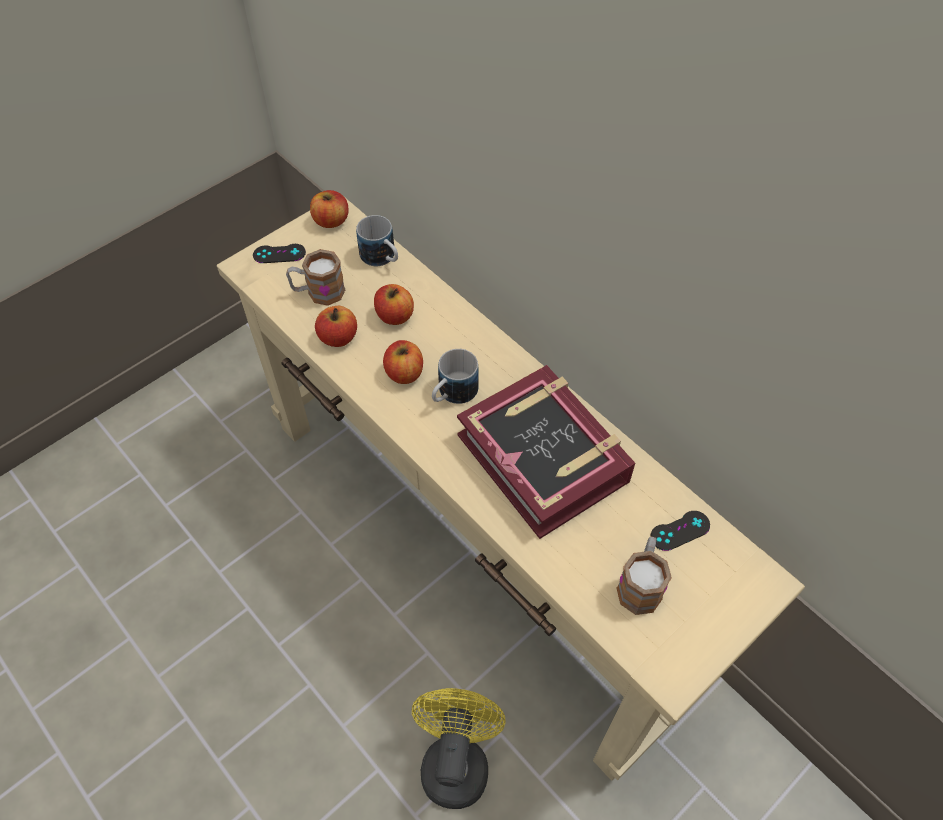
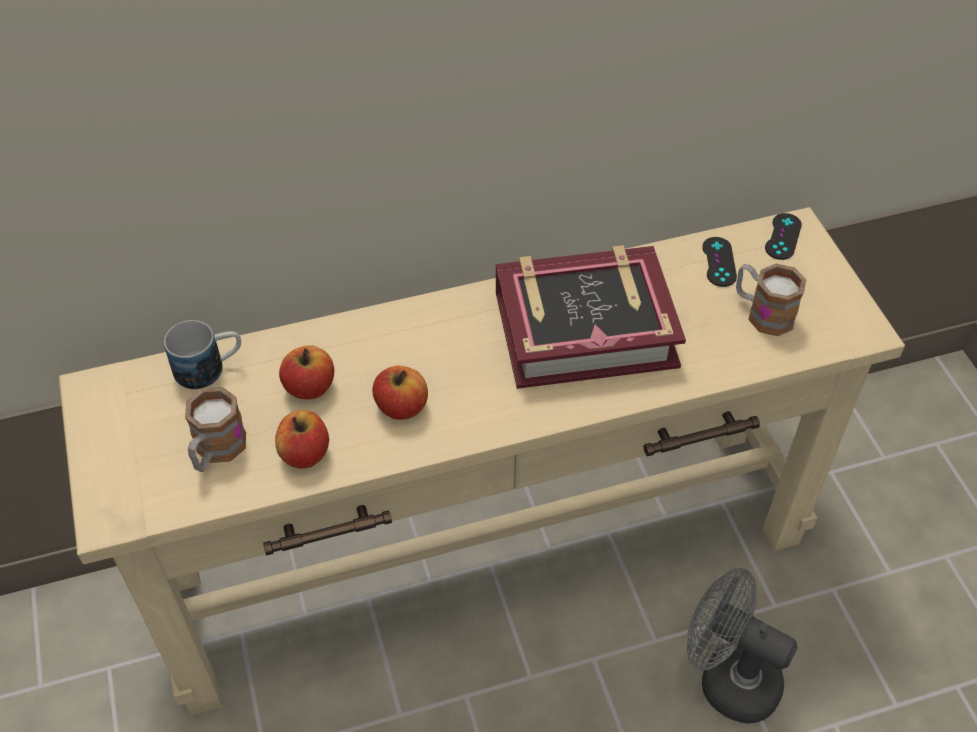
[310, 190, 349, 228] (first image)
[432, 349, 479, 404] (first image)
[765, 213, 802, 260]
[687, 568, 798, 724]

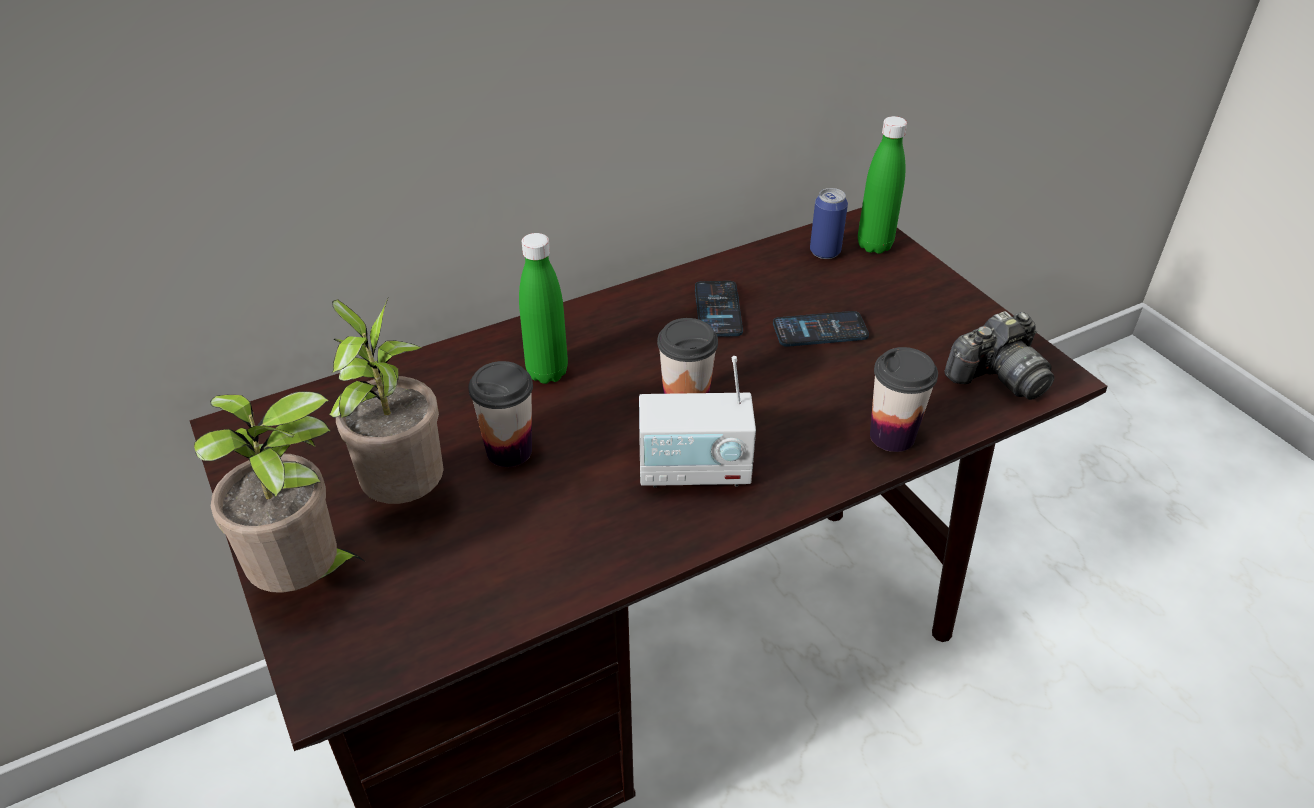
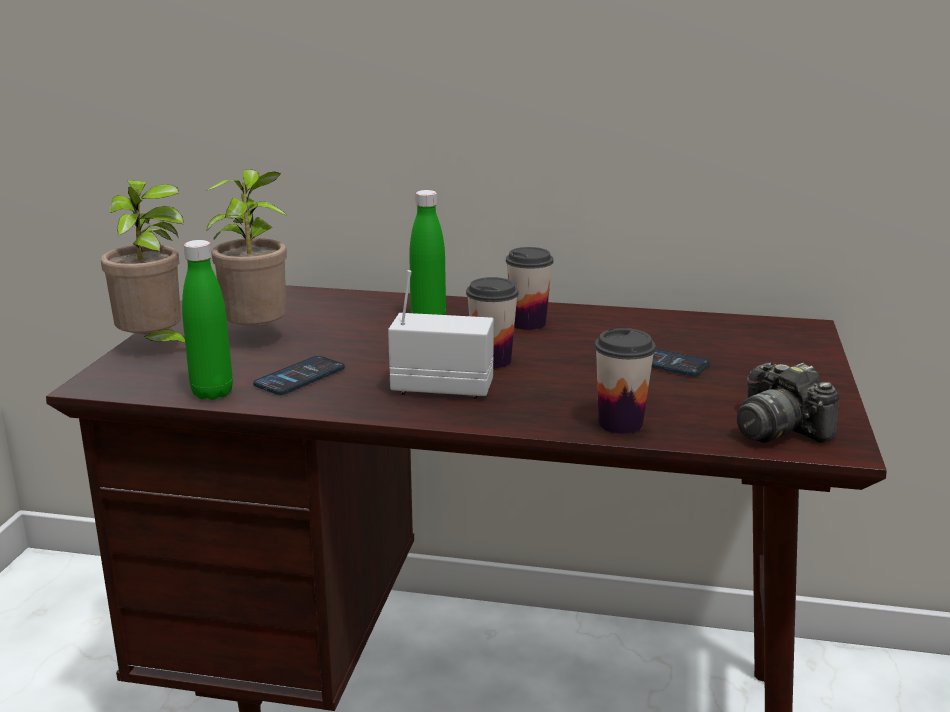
[810, 188, 848, 259] (first image)
[506, 247, 554, 330]
[253, 356, 345, 395]
[182, 240, 233, 400]
[388, 270, 494, 399]
[737, 363, 839, 443]

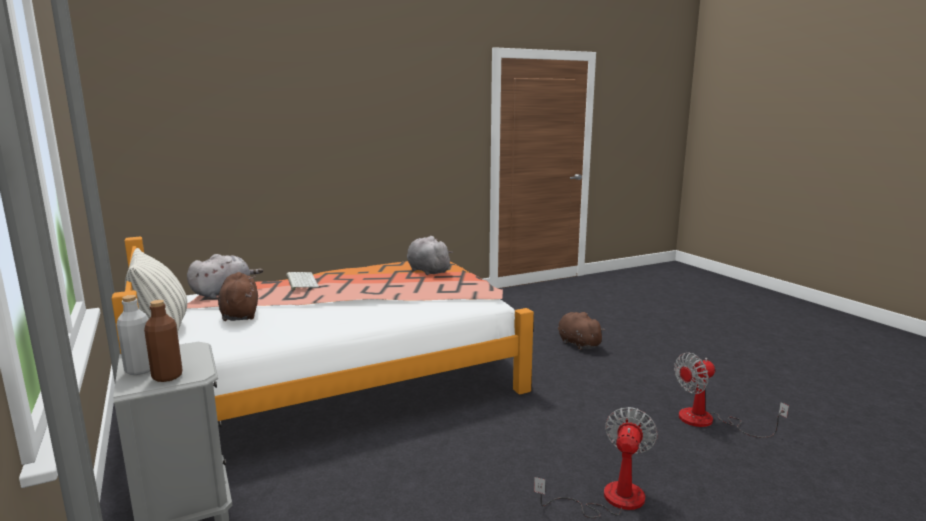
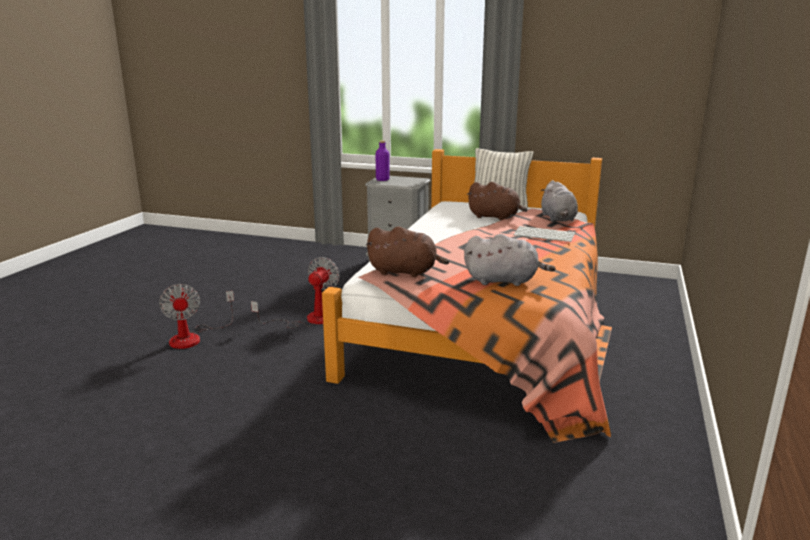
[117, 295, 150, 375] (first image)
[366, 226, 449, 277]
[251, 257, 340, 328]
[376, 141, 390, 181]

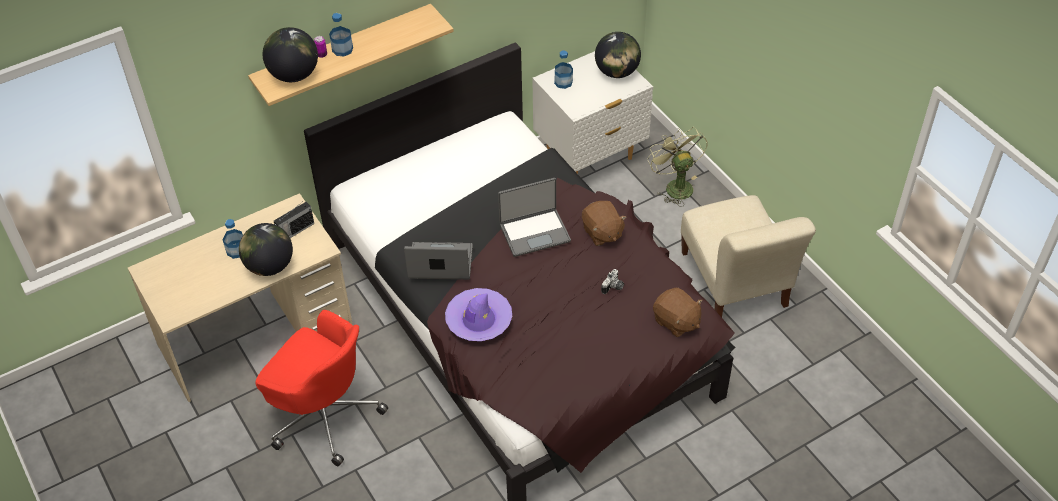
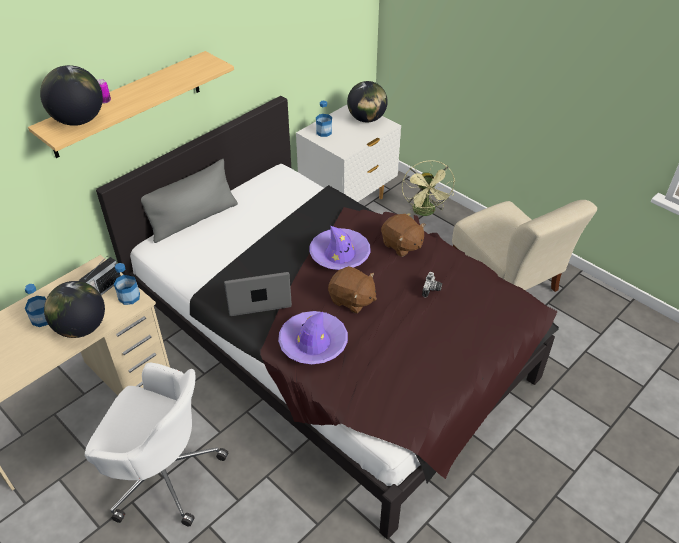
[141, 159, 238, 243]
[114, 263, 140, 305]
[328, 266, 377, 314]
[309, 226, 371, 270]
[85, 363, 228, 526]
[402, 160, 455, 216]

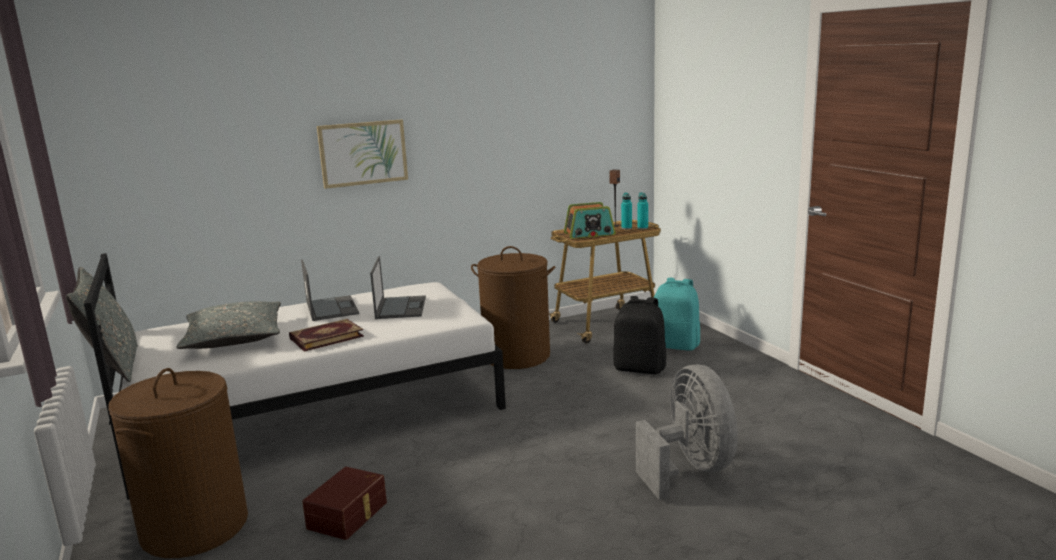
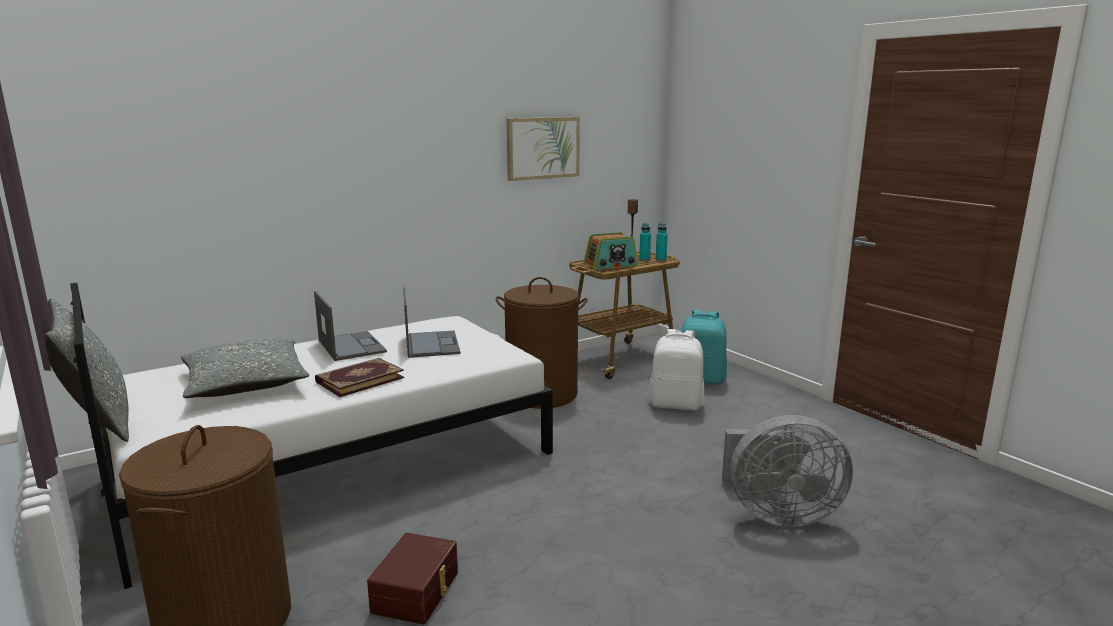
[507, 117, 580, 181]
[649, 329, 704, 410]
[722, 415, 853, 527]

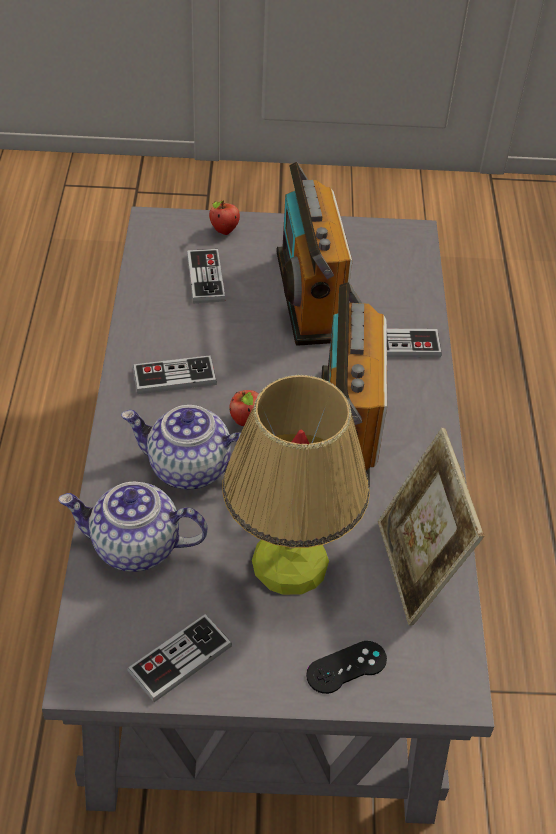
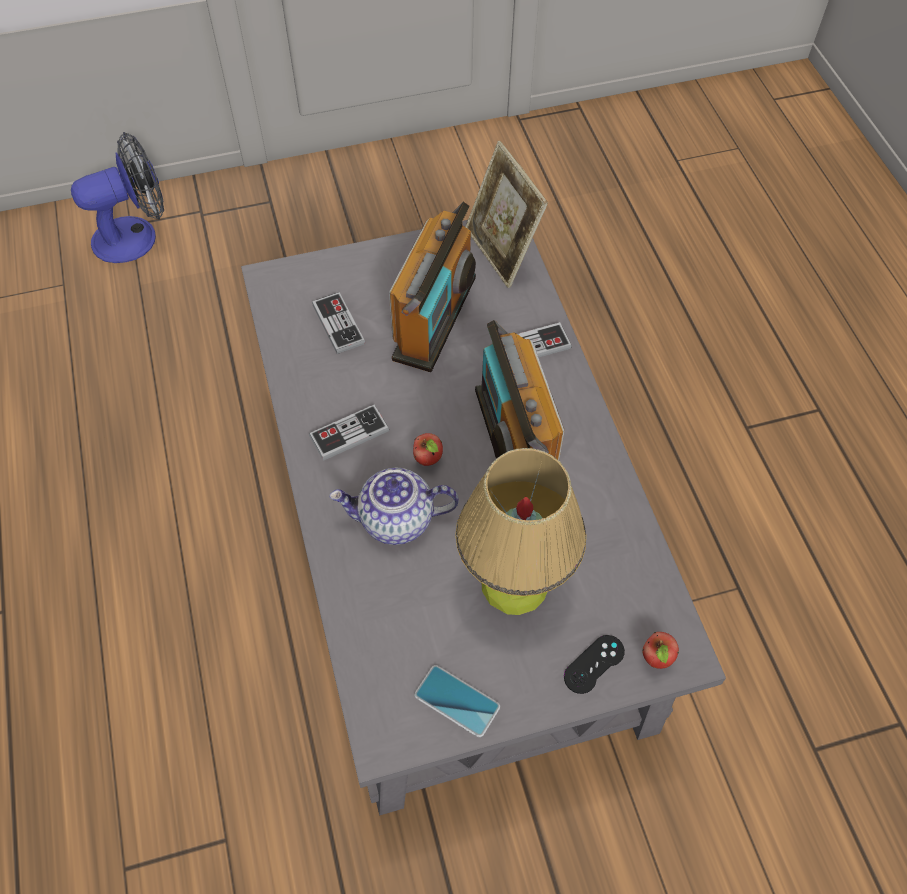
[58, 481, 208, 572] (first image)
[71, 132, 164, 263]
[642, 632, 679, 669]
[465, 141, 548, 288]
[414, 665, 500, 737]
[389, 201, 476, 372]

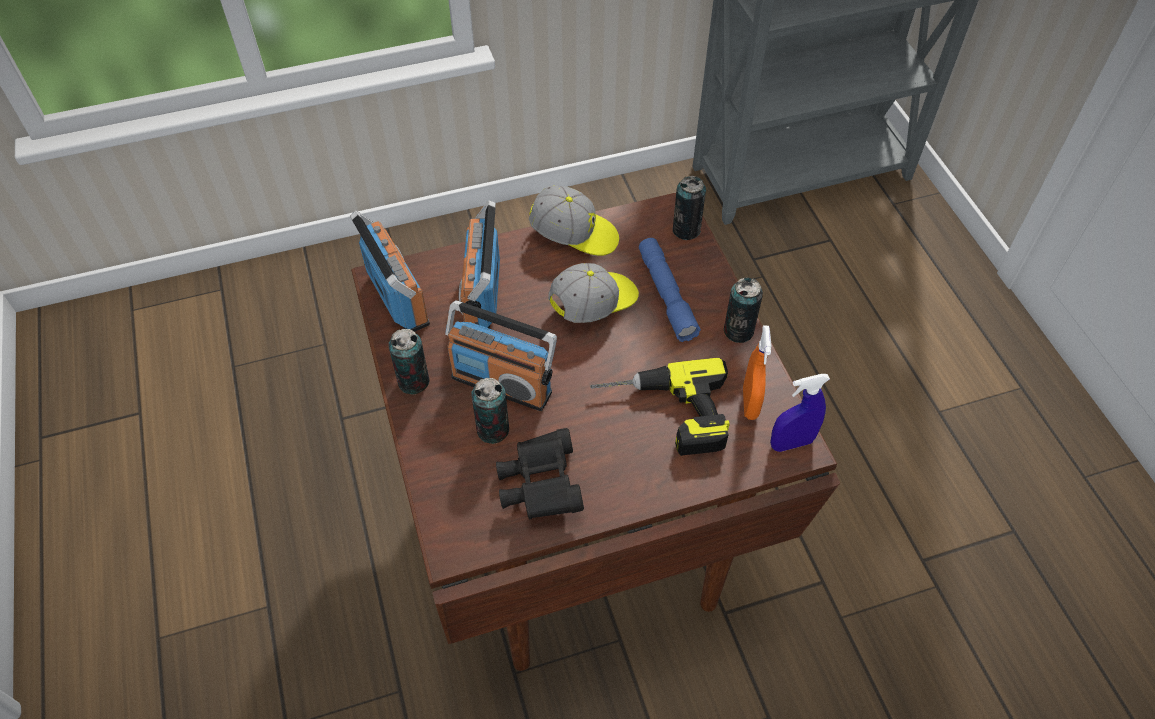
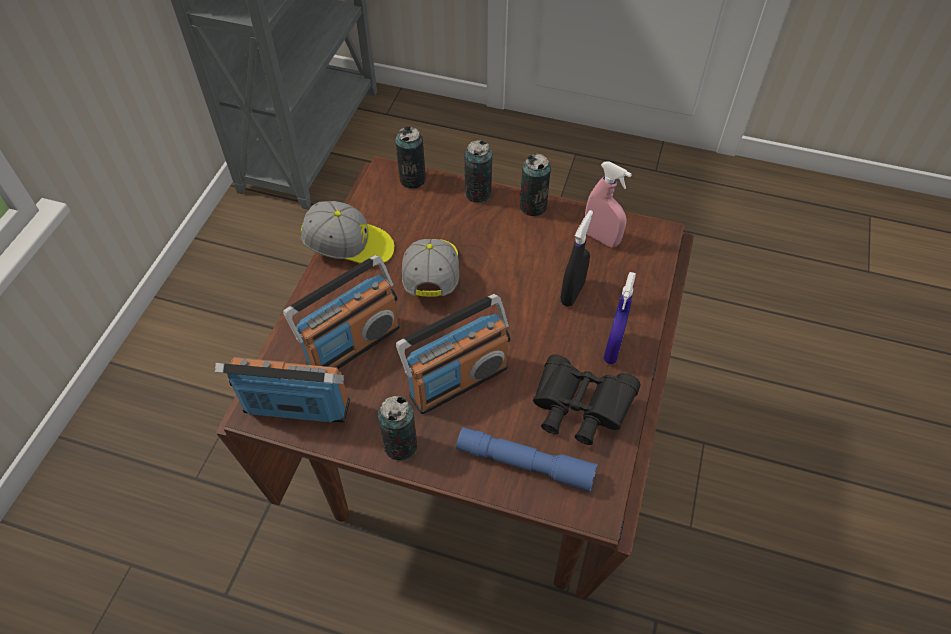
[464, 140, 492, 203]
[456, 427, 598, 492]
[603, 272, 636, 364]
[561, 210, 593, 306]
[585, 162, 632, 247]
[283, 255, 400, 369]
[301, 201, 394, 265]

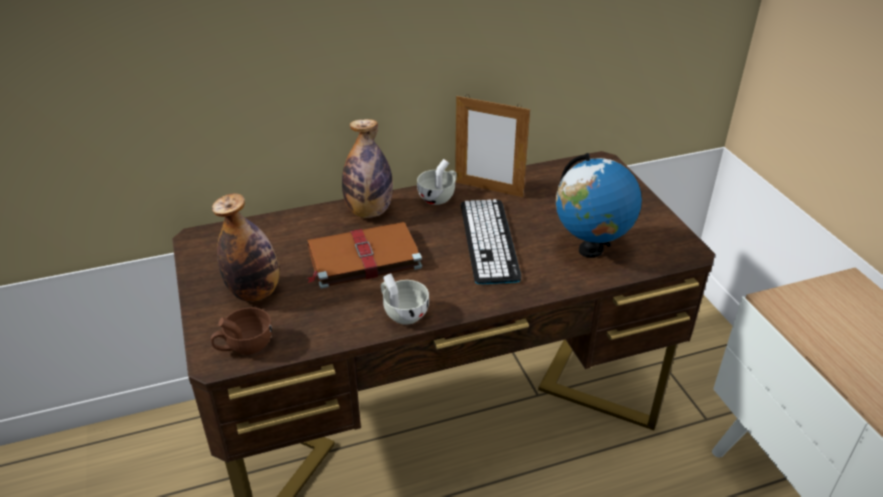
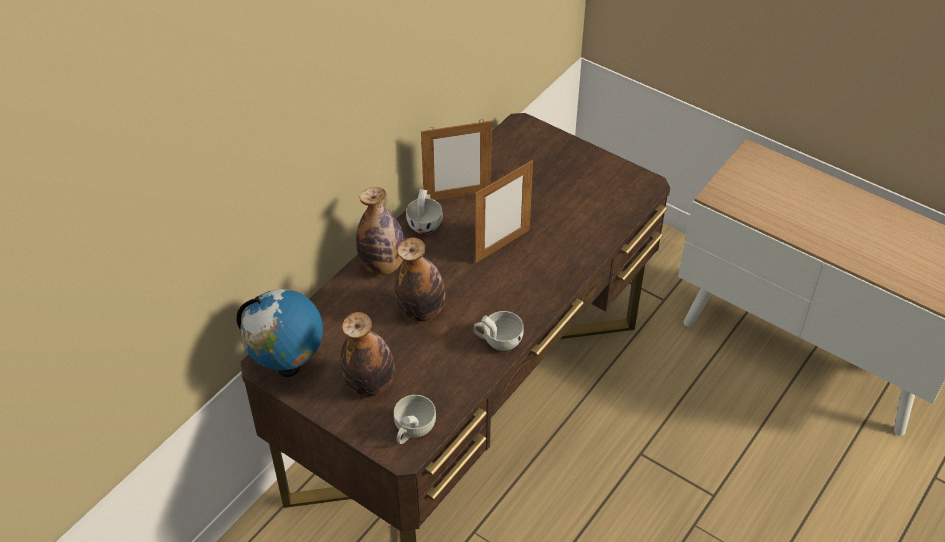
[237, 289, 323, 377]
[394, 238, 445, 322]
[475, 160, 533, 263]
[394, 395, 436, 444]

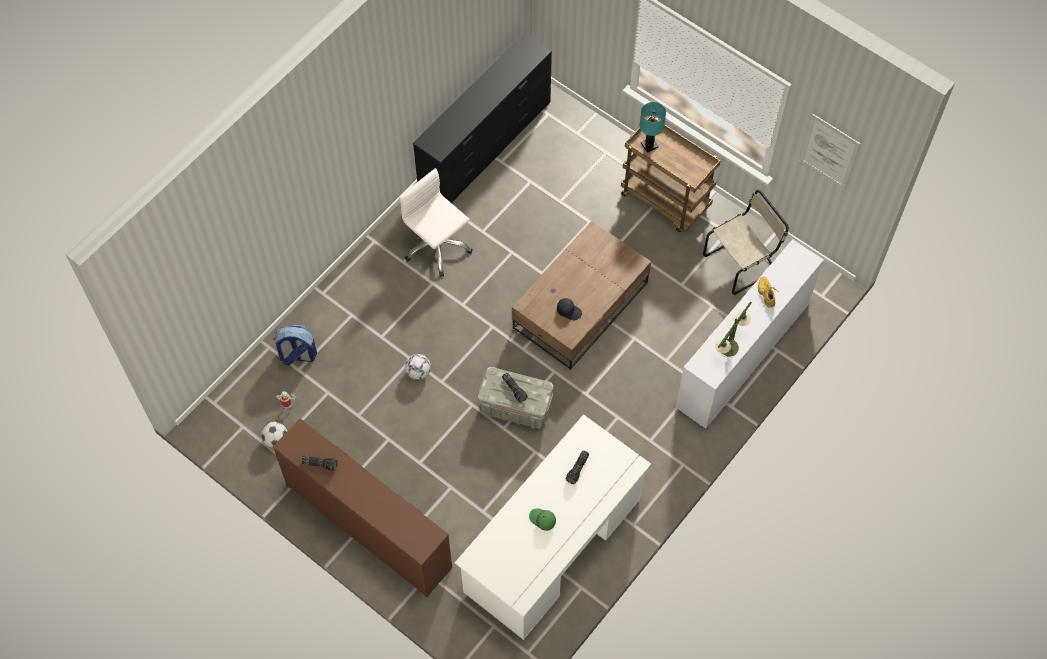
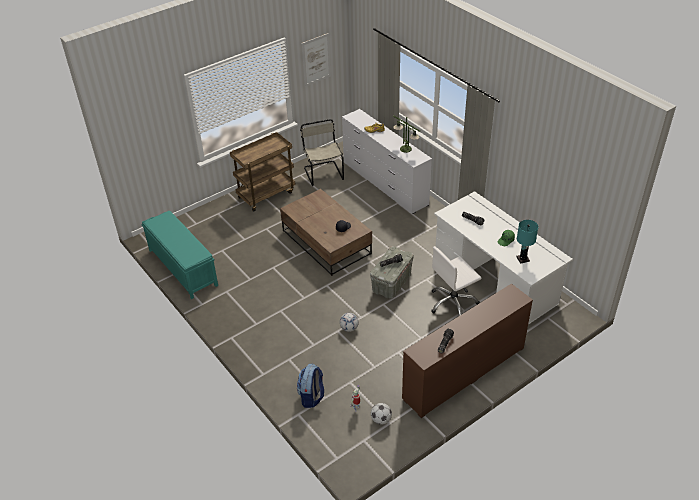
[431, 246, 481, 316]
[517, 220, 538, 264]
[141, 211, 218, 299]

